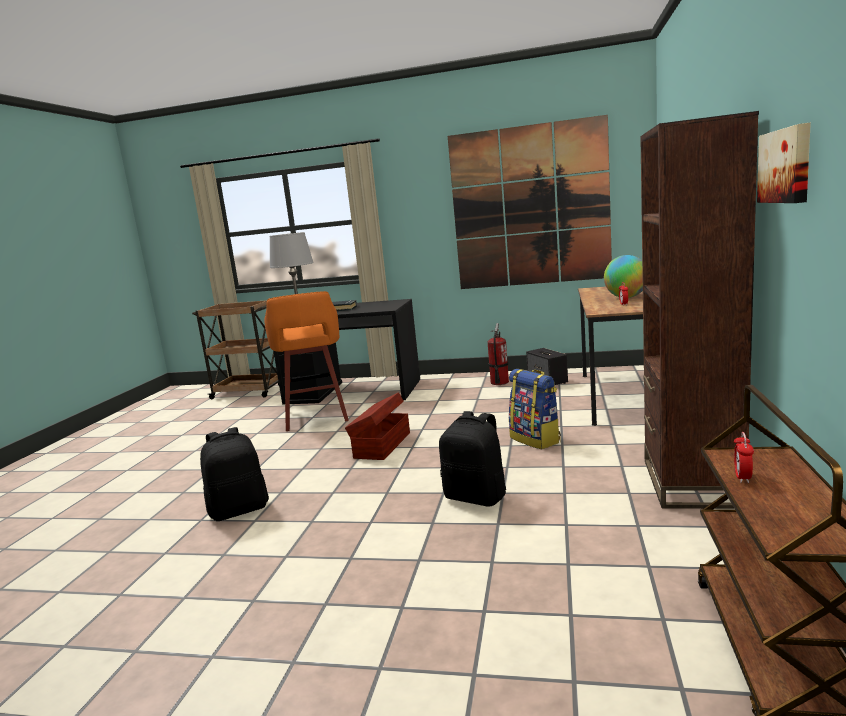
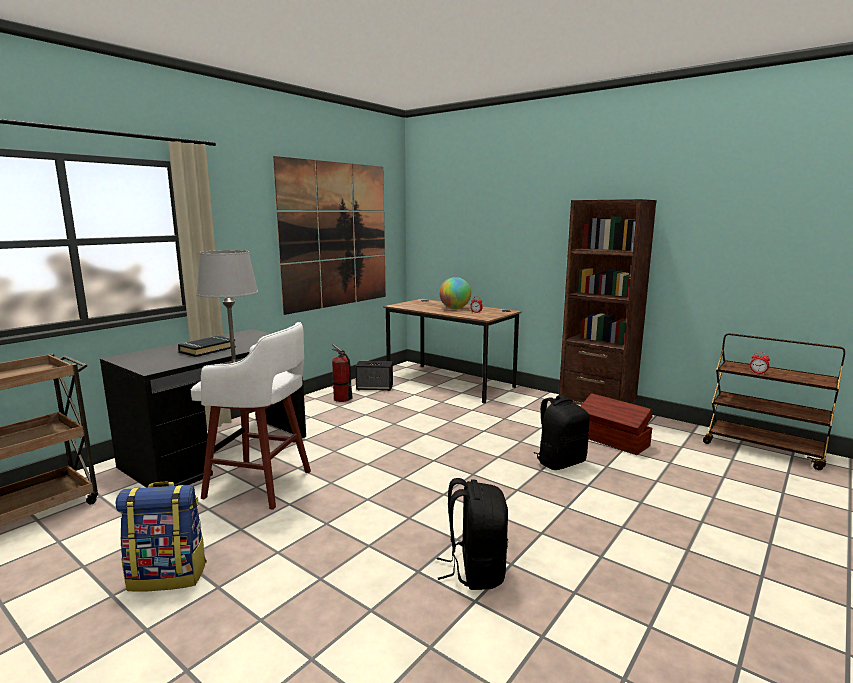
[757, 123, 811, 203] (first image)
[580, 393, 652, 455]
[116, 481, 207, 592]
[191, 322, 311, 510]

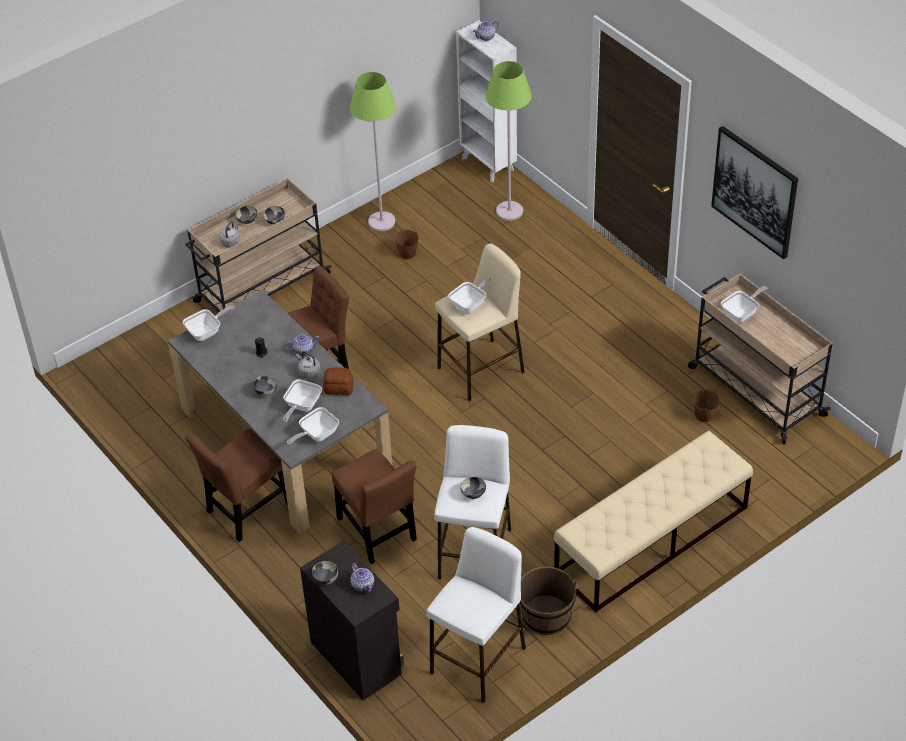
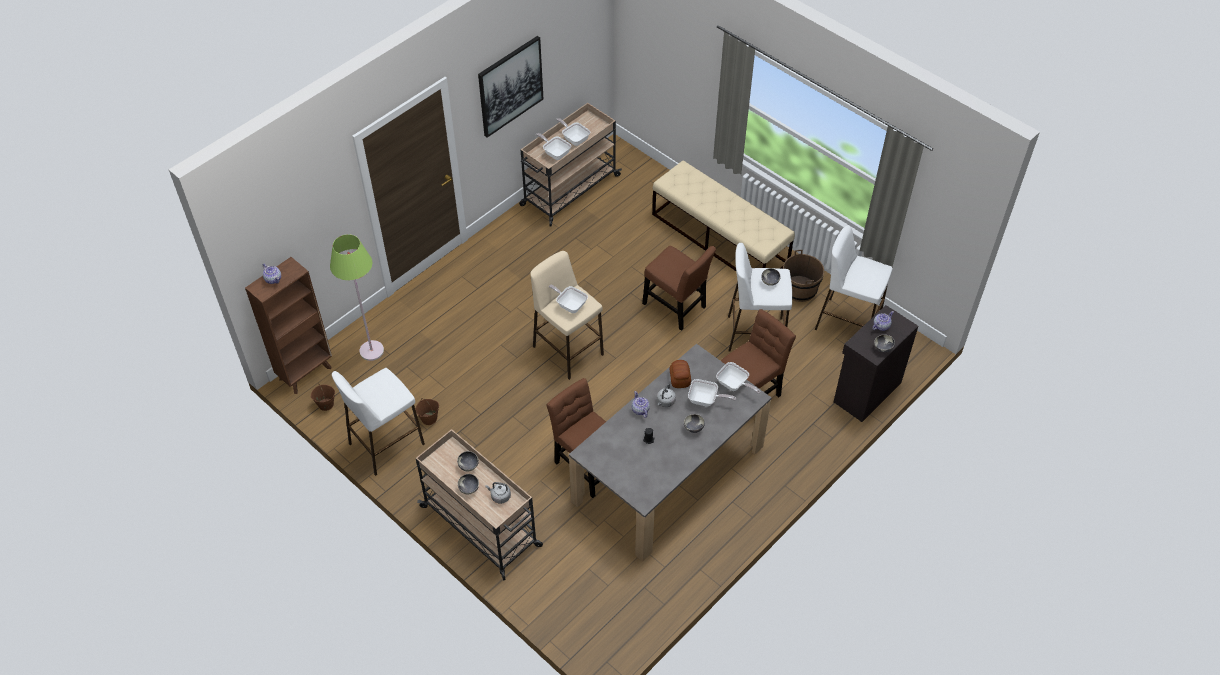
[556, 118, 590, 146]
[642, 246, 716, 331]
[311, 383, 335, 411]
[332, 368, 425, 476]
[245, 257, 332, 394]

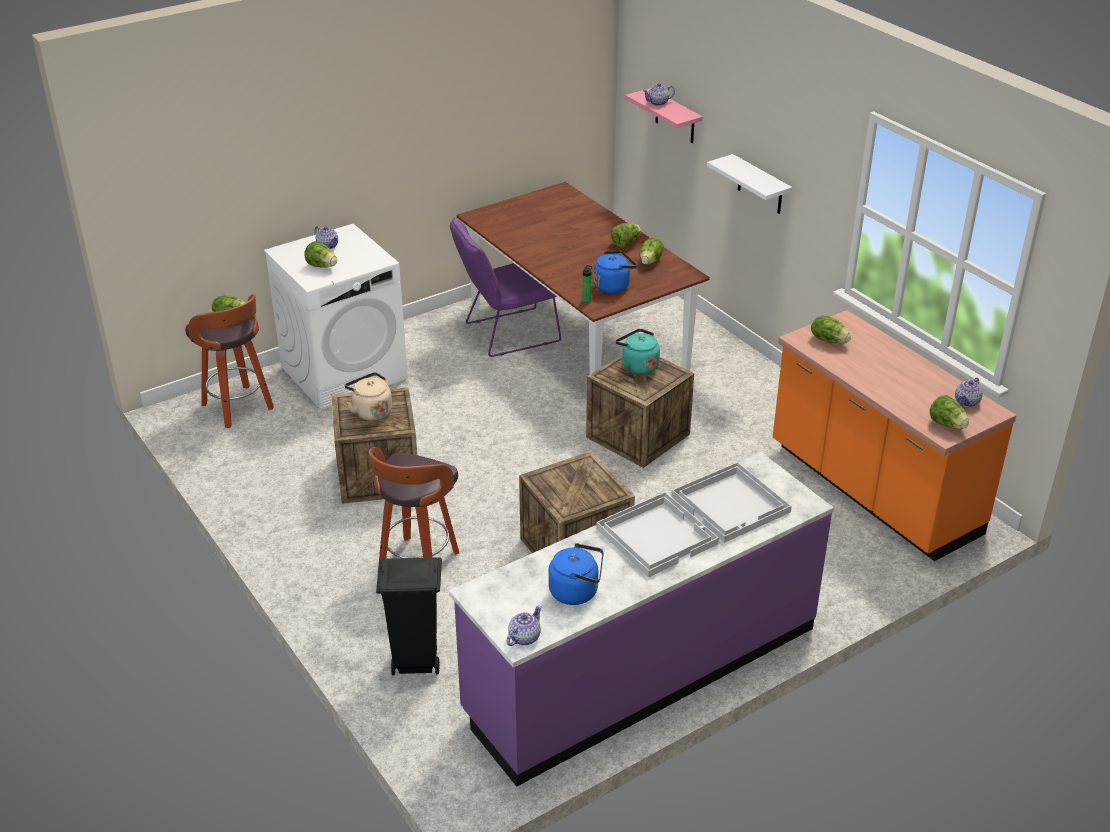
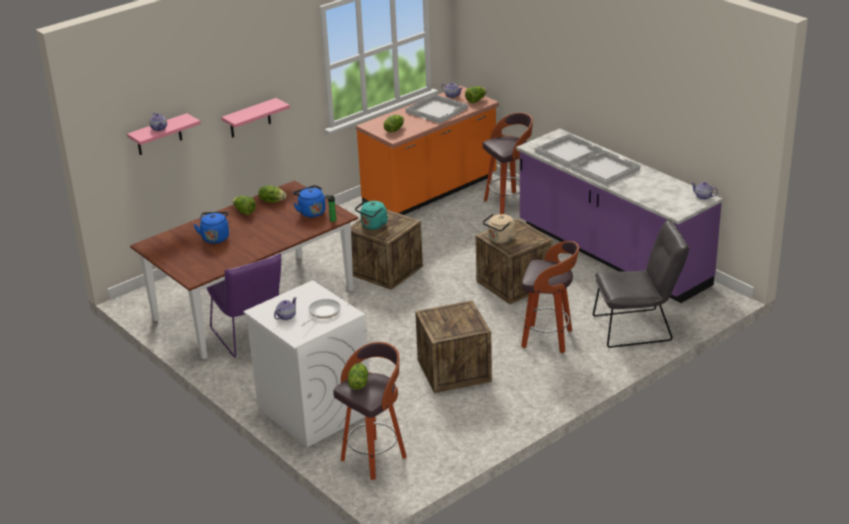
[406, 94, 468, 124]
[483, 112, 533, 214]
[483, 214, 517, 244]
[193, 212, 229, 244]
[301, 299, 341, 326]
[593, 219, 689, 348]
[221, 98, 290, 138]

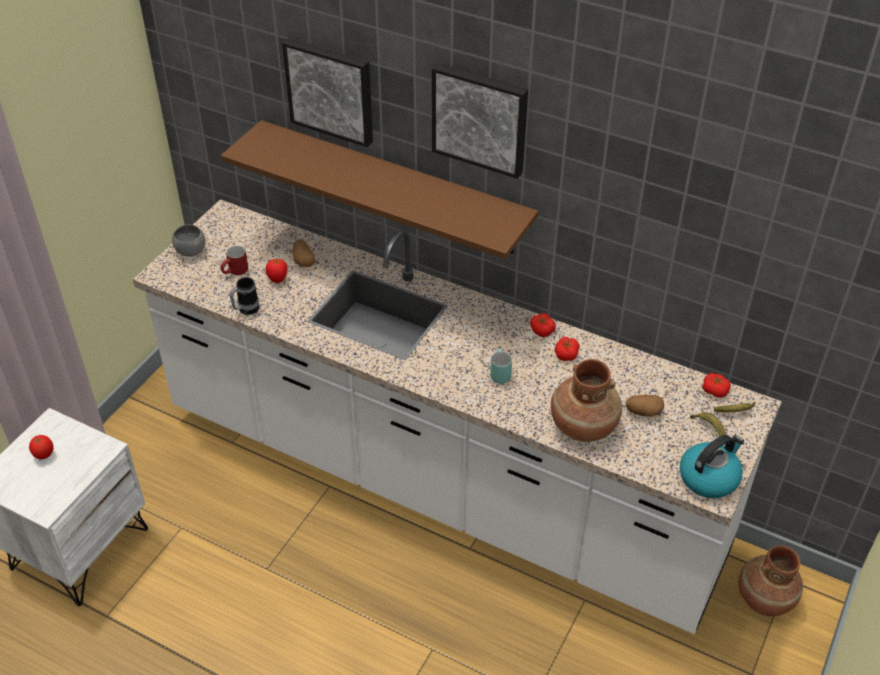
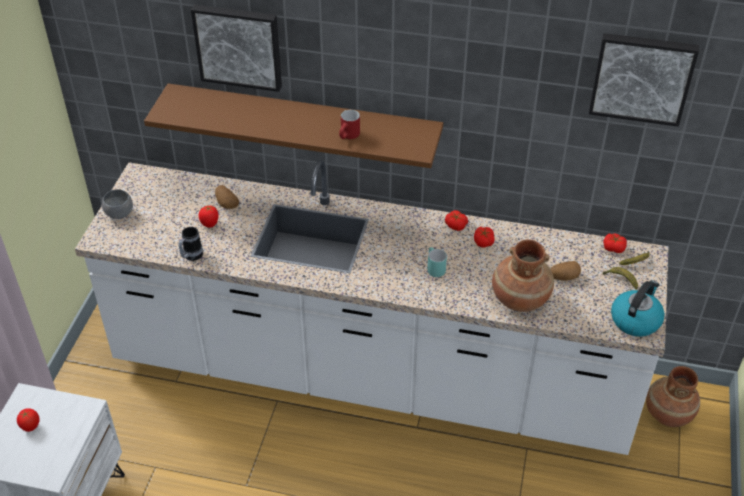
[339, 110, 360, 139]
[589, 33, 699, 127]

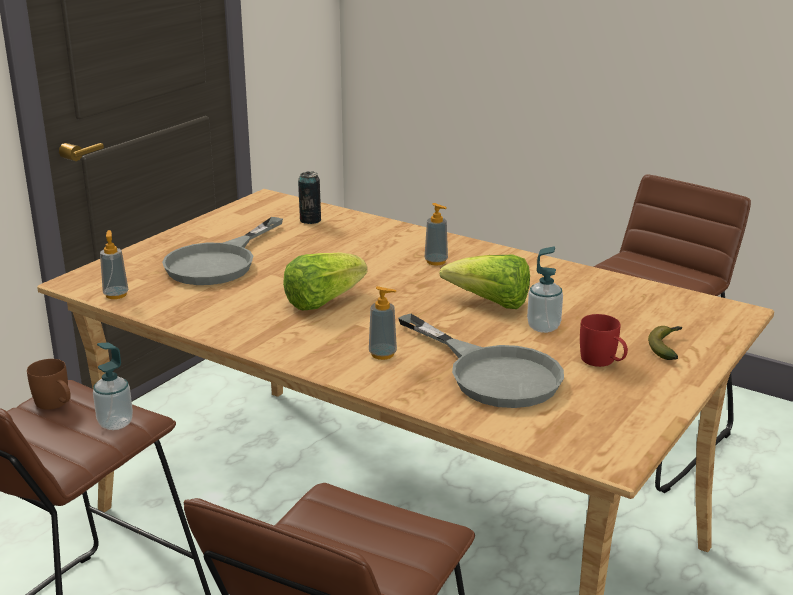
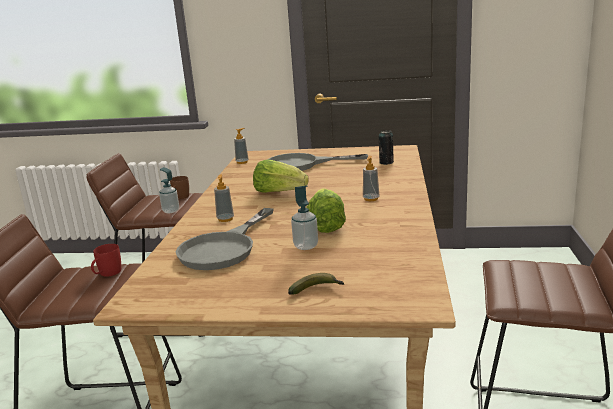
[91, 244, 121, 277]

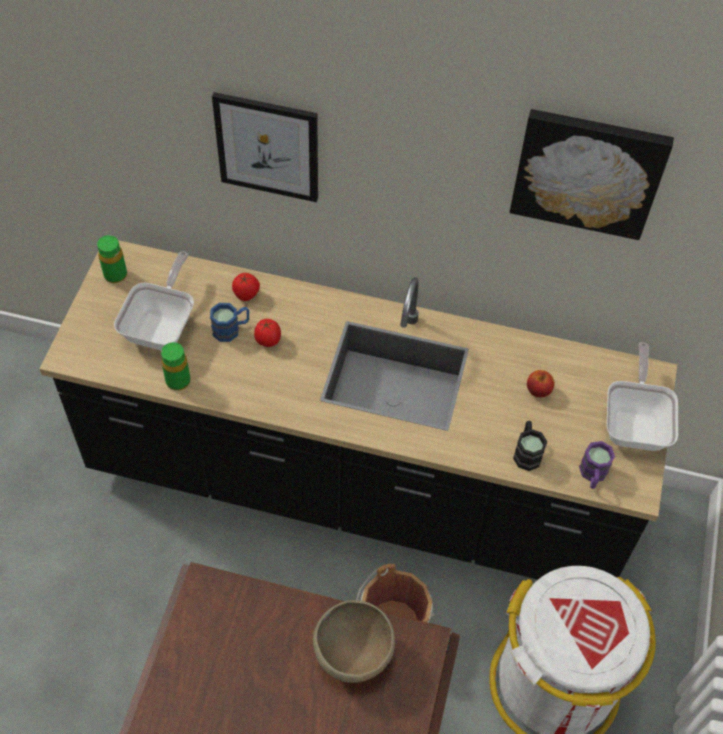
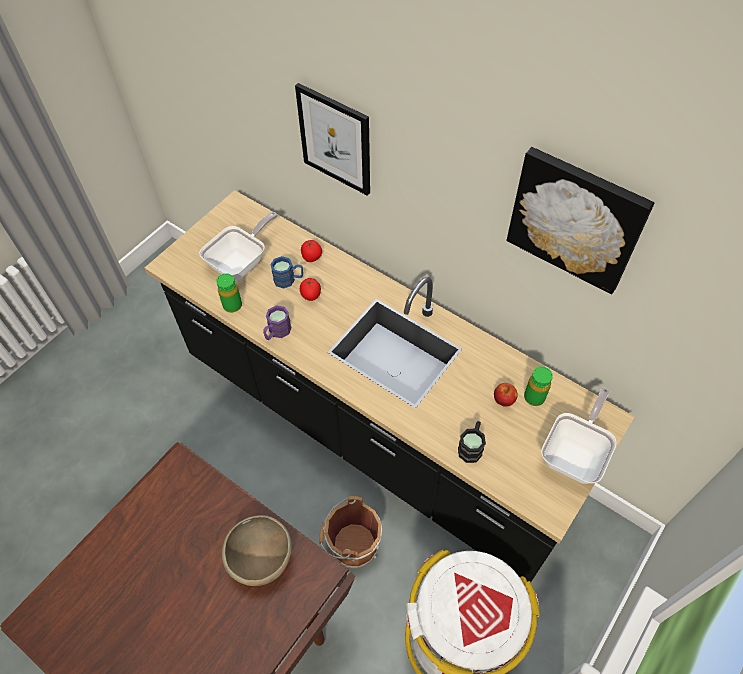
[524, 367, 553, 406]
[263, 305, 292, 340]

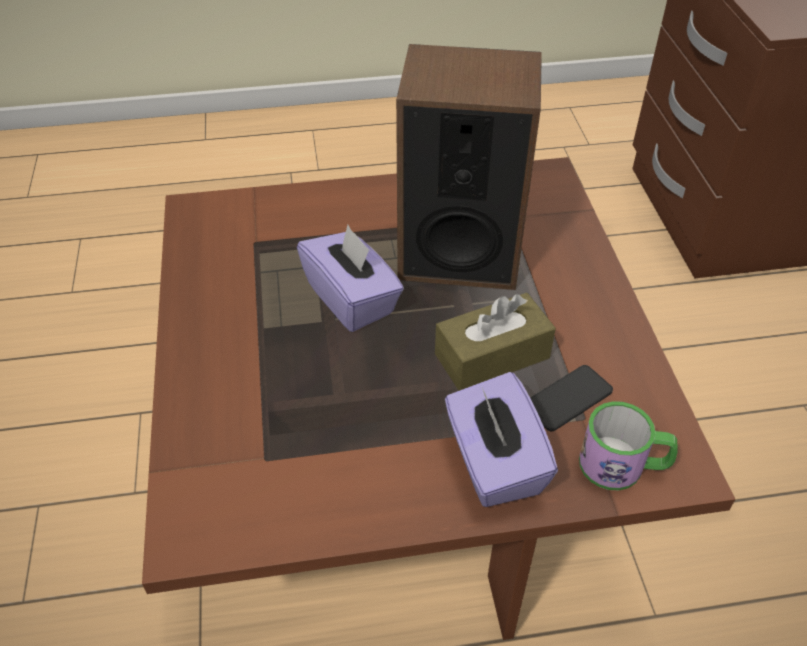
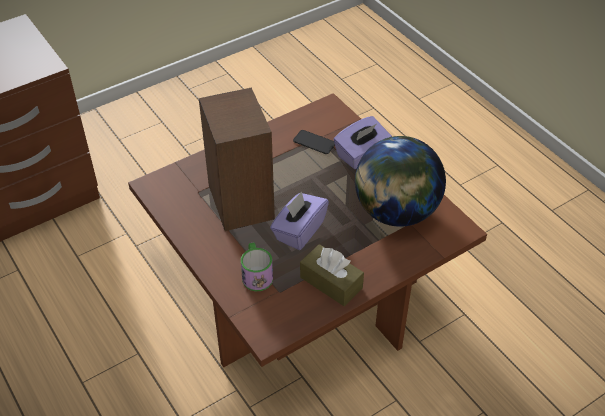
[355, 136, 446, 227]
[300, 244, 364, 306]
[241, 242, 273, 291]

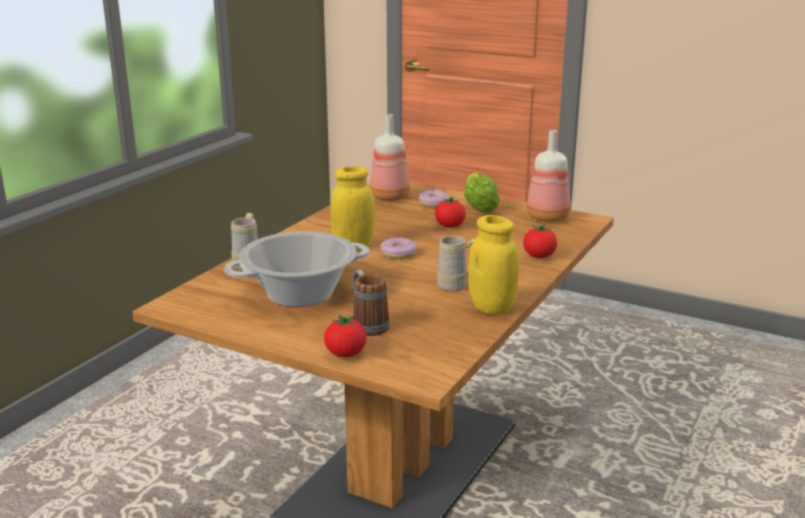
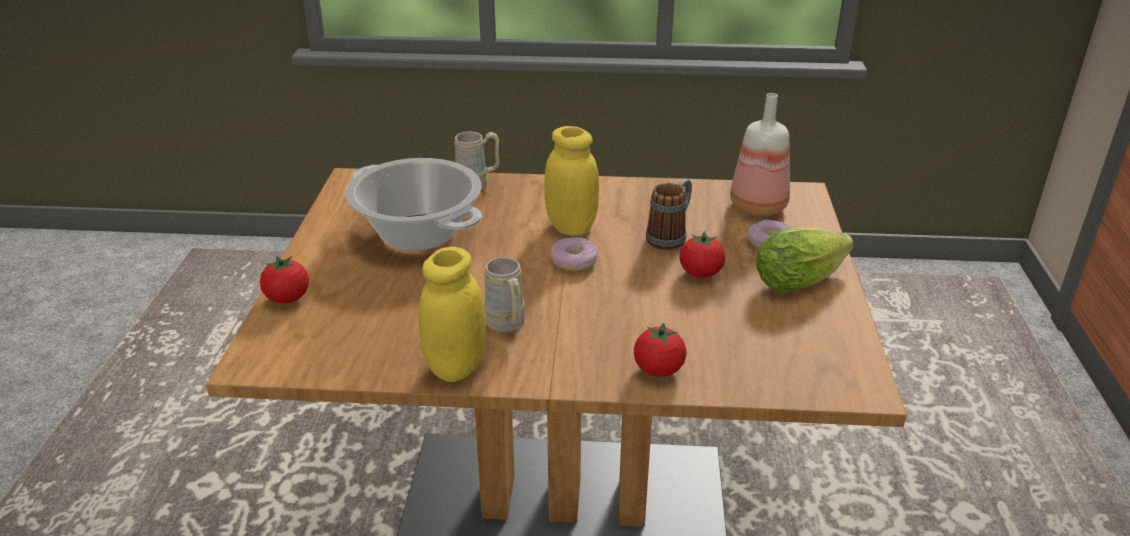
[527, 130, 571, 222] (first image)
[646, 179, 692, 250]

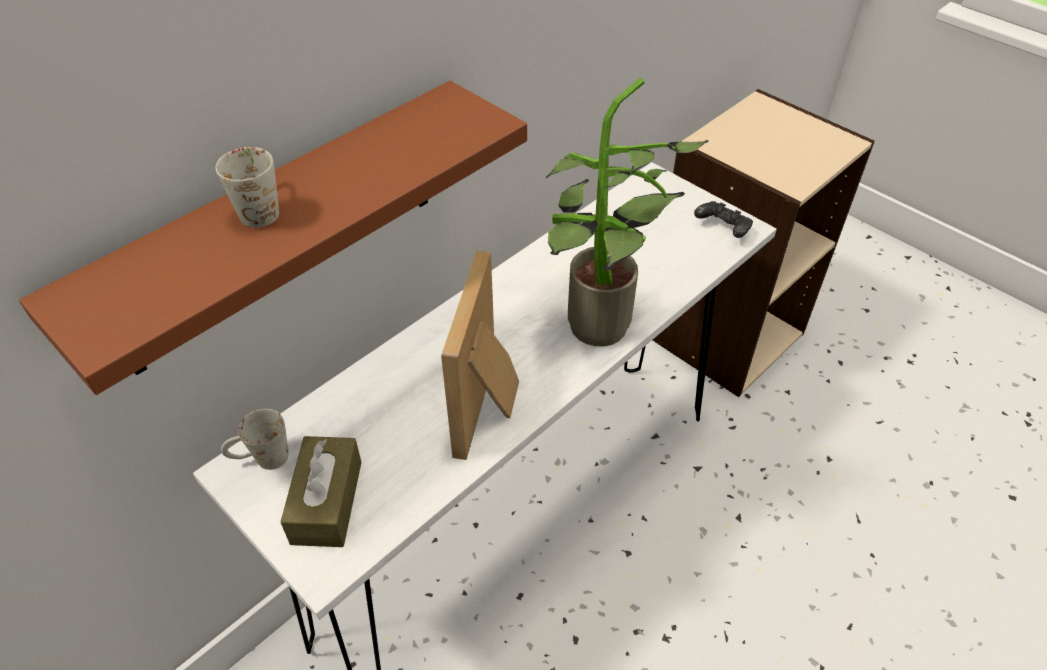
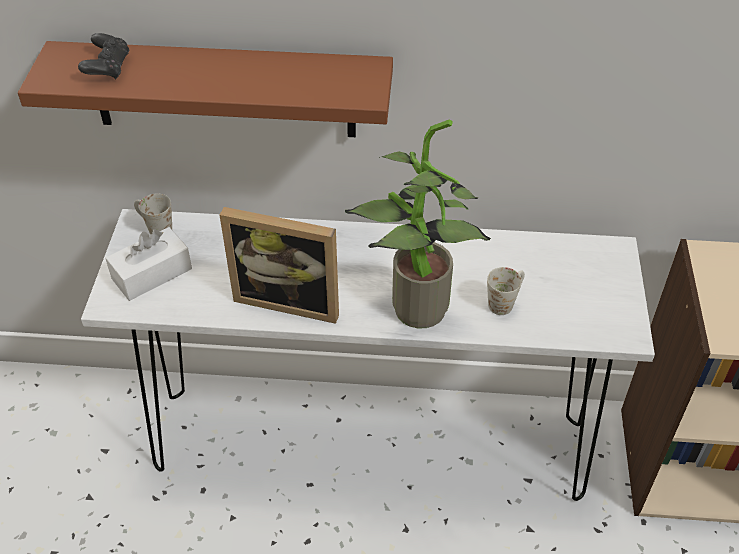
[487, 267, 525, 315]
[78, 33, 129, 80]
[105, 227, 192, 301]
[220, 207, 339, 324]

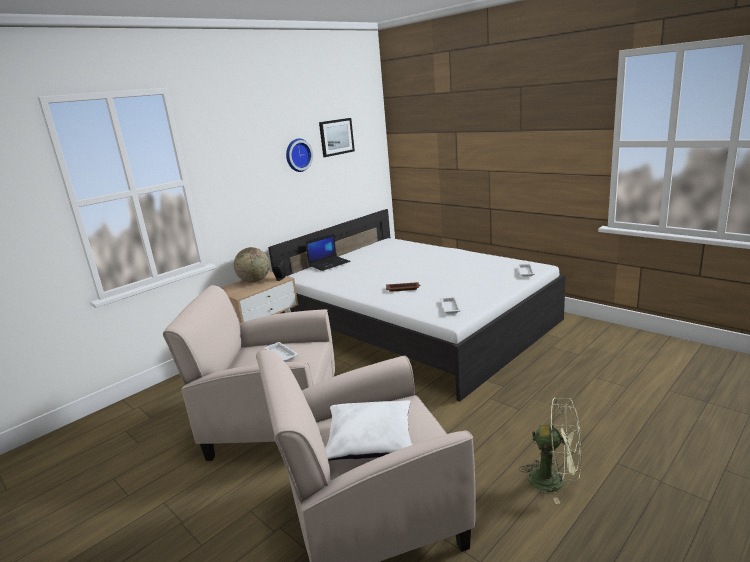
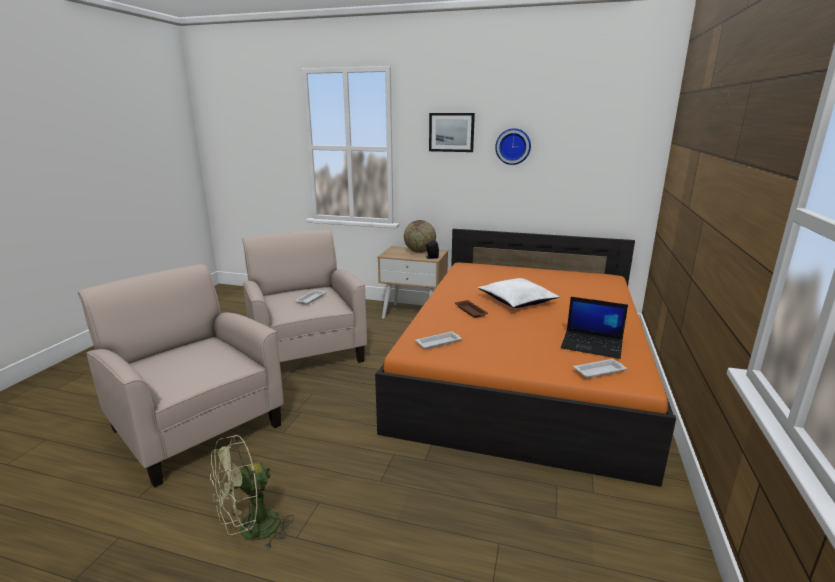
[561, 297, 628, 359]
[429, 113, 475, 152]
[478, 278, 559, 308]
[375, 229, 676, 487]
[210, 435, 294, 550]

